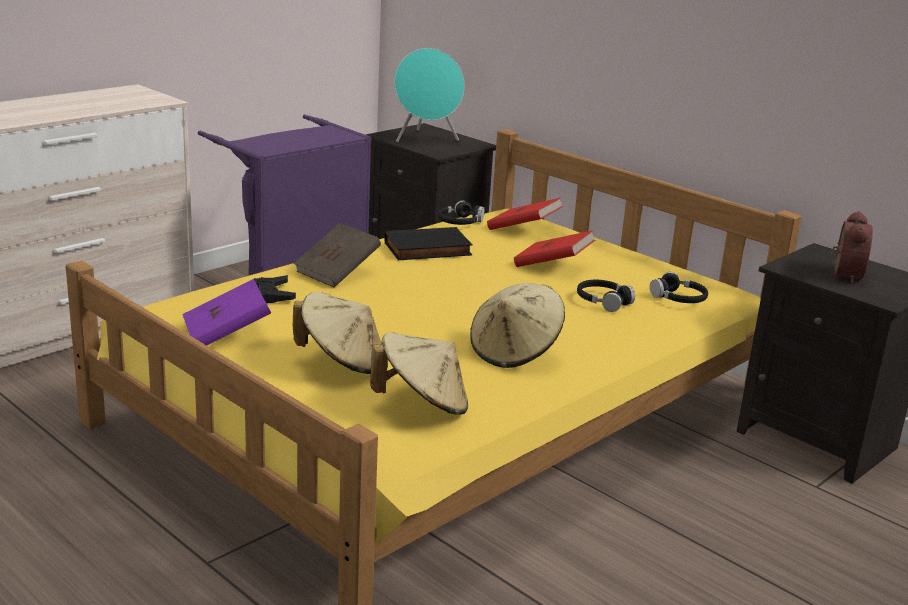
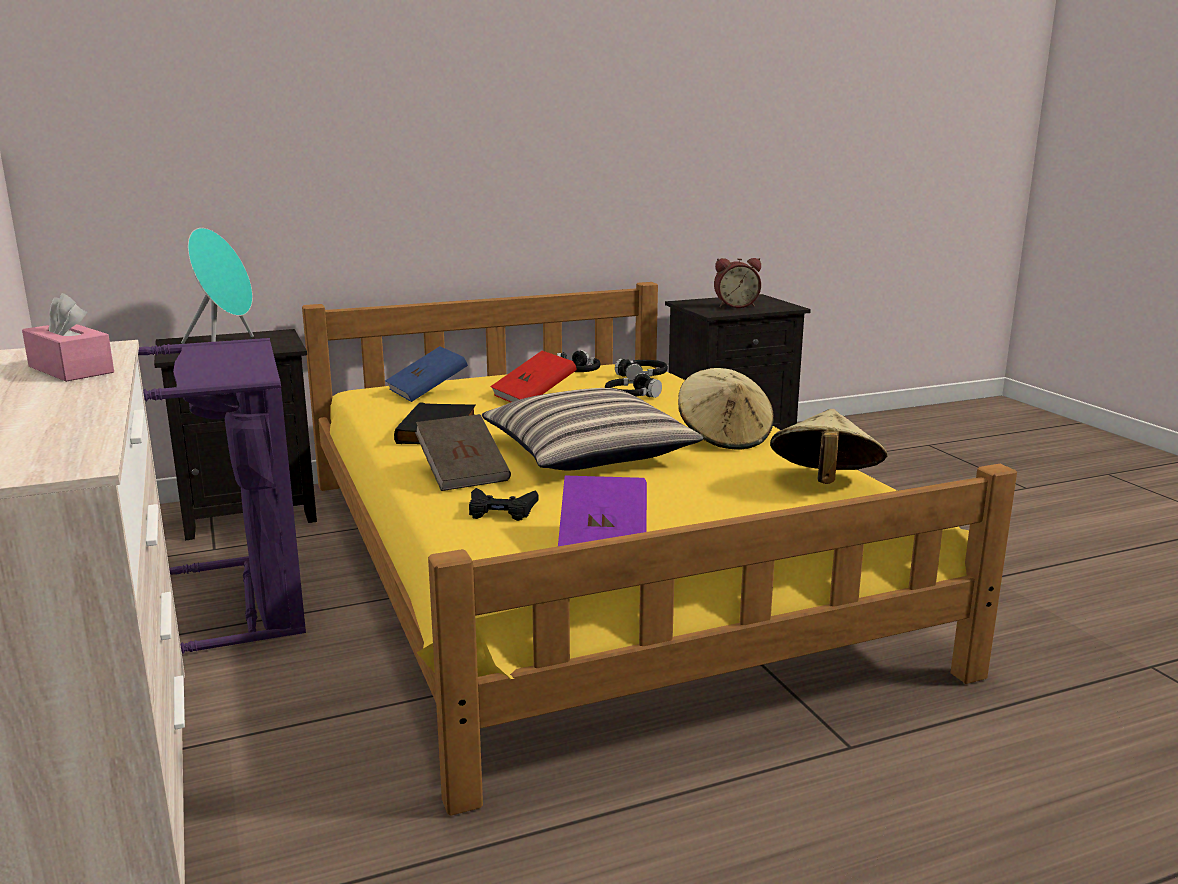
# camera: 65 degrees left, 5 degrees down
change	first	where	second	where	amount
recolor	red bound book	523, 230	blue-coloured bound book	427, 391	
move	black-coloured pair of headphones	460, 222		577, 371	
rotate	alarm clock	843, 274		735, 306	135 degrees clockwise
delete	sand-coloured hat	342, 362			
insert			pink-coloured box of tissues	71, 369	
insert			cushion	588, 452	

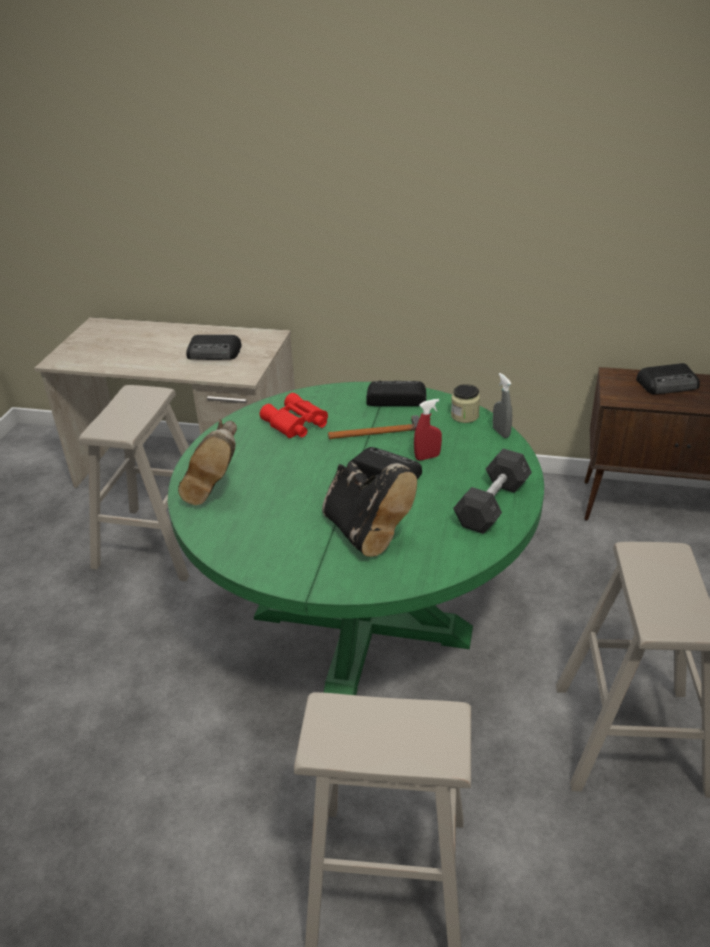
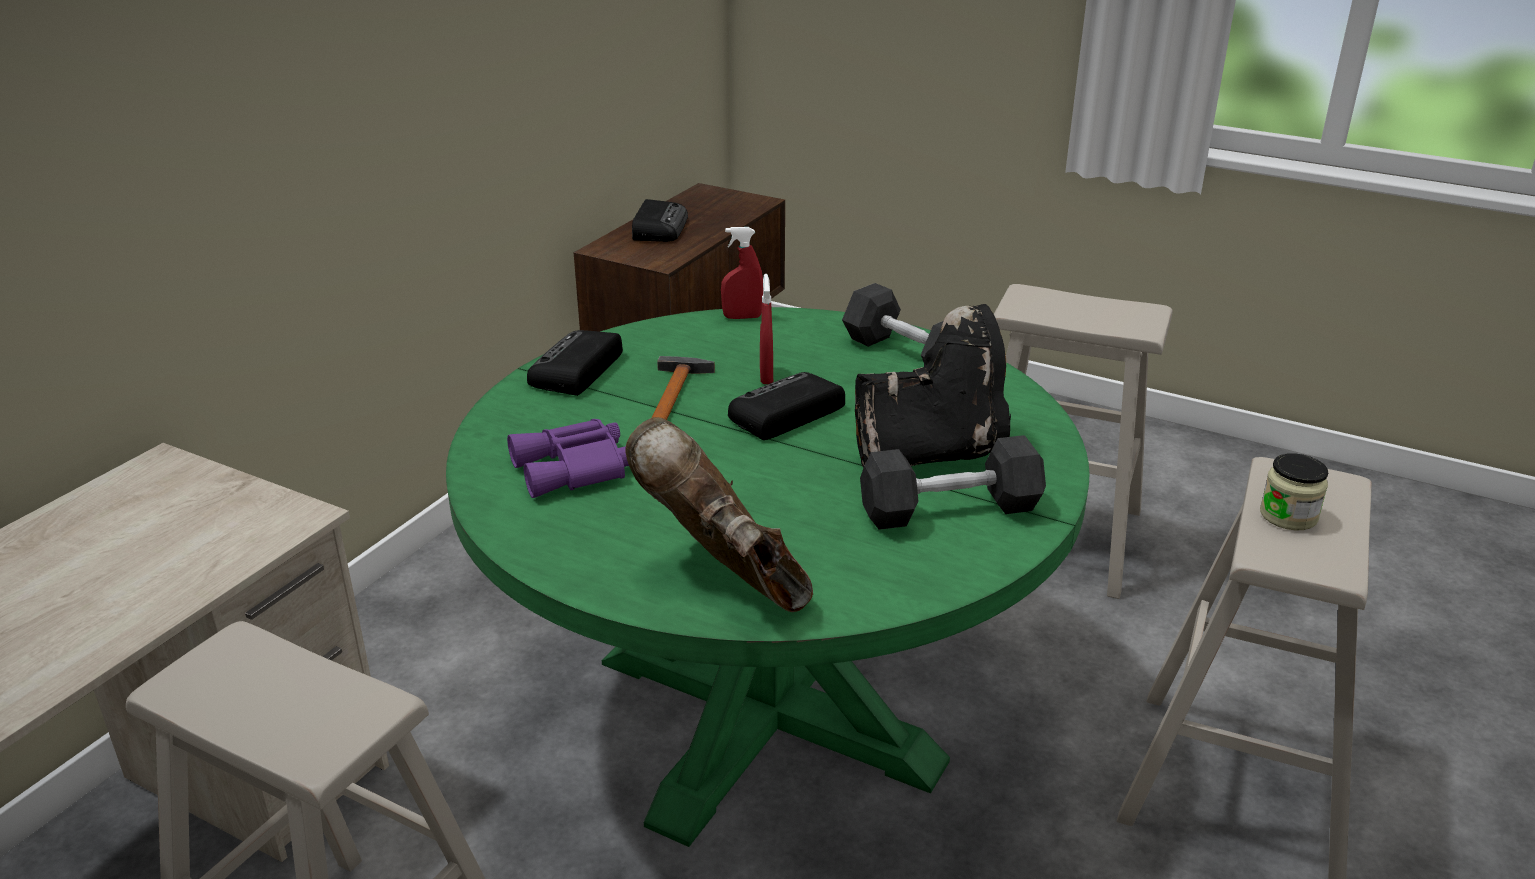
# camera: 75 degrees left, 5 degrees down
change	first	where	second	where	amount
delete	radio receiver	215, 353			
recolor	grey hand sprayer	501, 432	red hand sprayer	742, 317	
move	storage jar	464, 416		1288, 516	
recolor	red field glasses	295, 424	purplish field glasses	575, 469	
rotate	brown-coloured high-top boot	215, 487		725, 577	150 degrees counterclockwise
insert			grey free weight	950, 509	

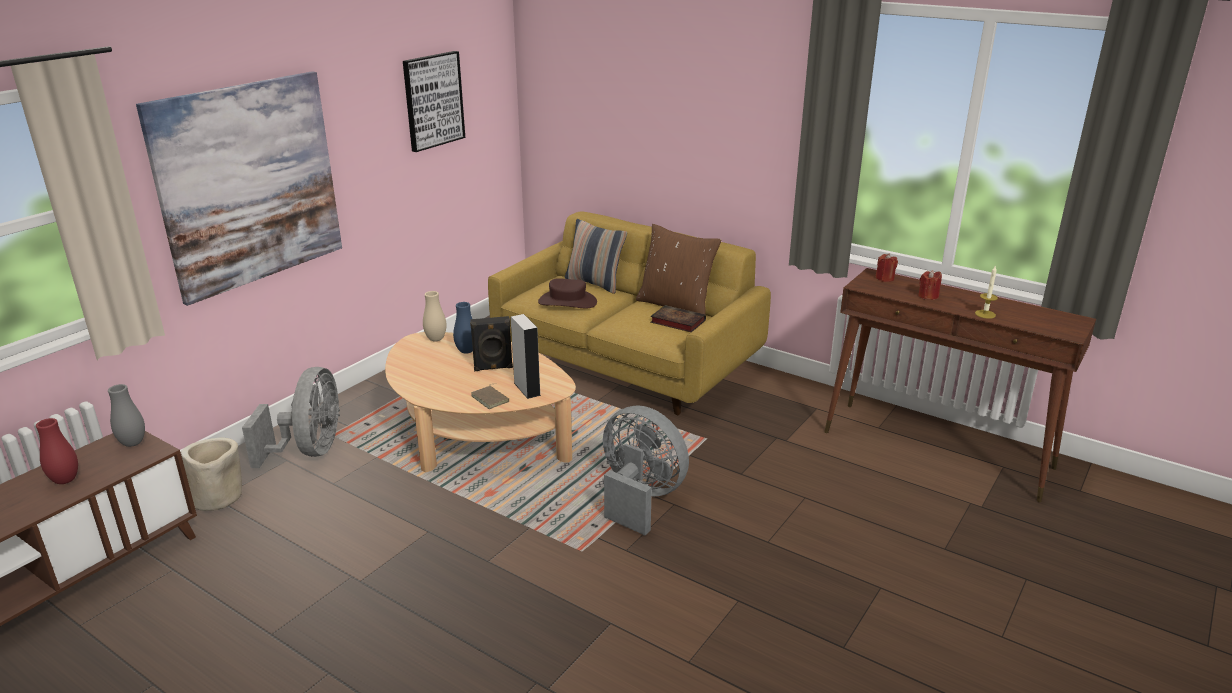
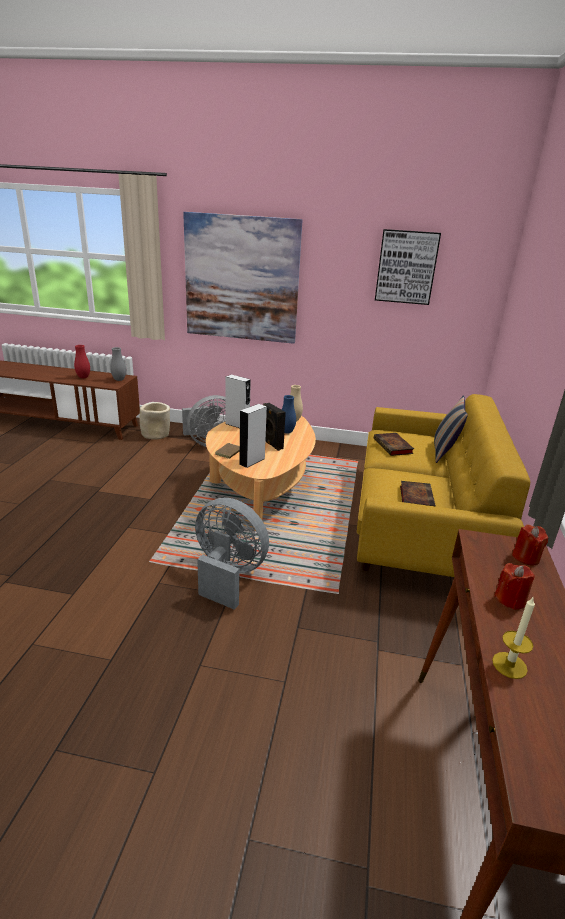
# camera: 65 degrees right, 0 degrees up
change	first	where	second	where	amount
delete	brown-coloured cushion	676, 305			
replace	brown-coloured hat	567, 302	bound book	393, 447	
rotate	grey cooling fan	640, 498		228, 575	75 degrees counterclockwise
insert			grey speaker	237, 425	

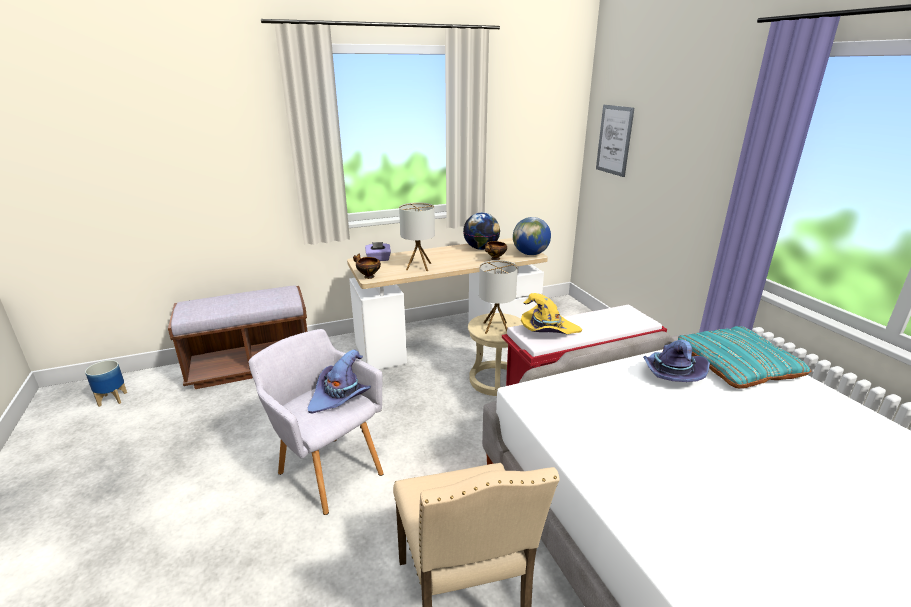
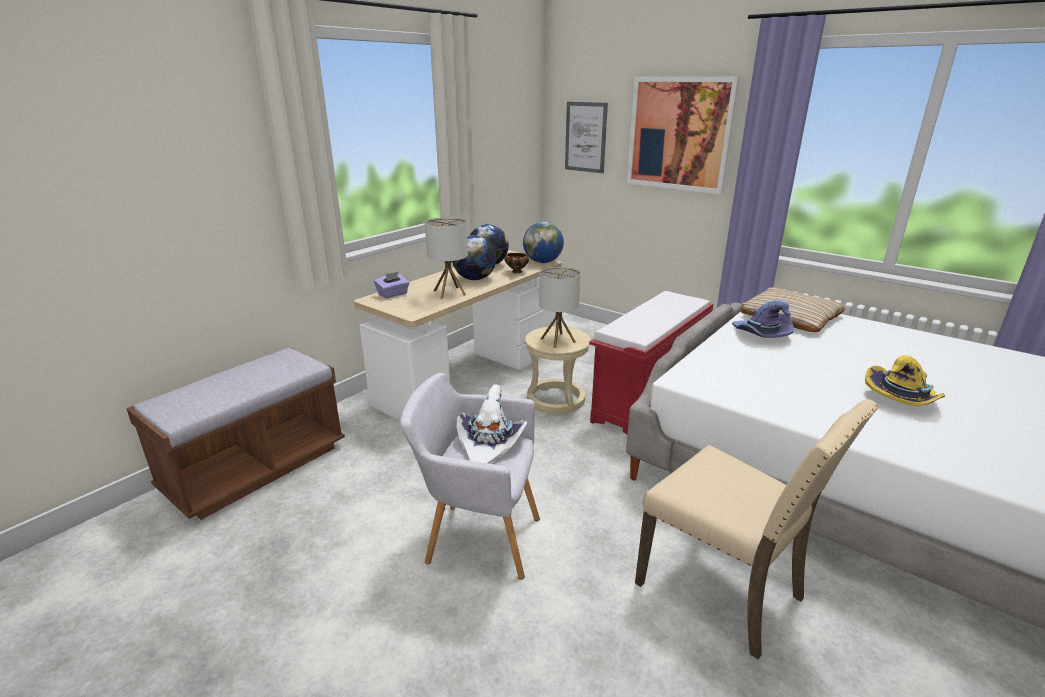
# camera: 30 degrees left, 0 degrees up
change	first	where	second	where	amount
delete	serving bowl	368, 277			
move	yellow-coloured hat	547, 330		901, 399	
recolor	turquoise-coloured cushion	737, 363	sand-coloured cushion	791, 316	
recolor	purplish hat	341, 396	white-coloured hat	490, 442	
delete	plant pot	112, 399			
insert			picture	679, 134	
insert			world globe	474, 279	

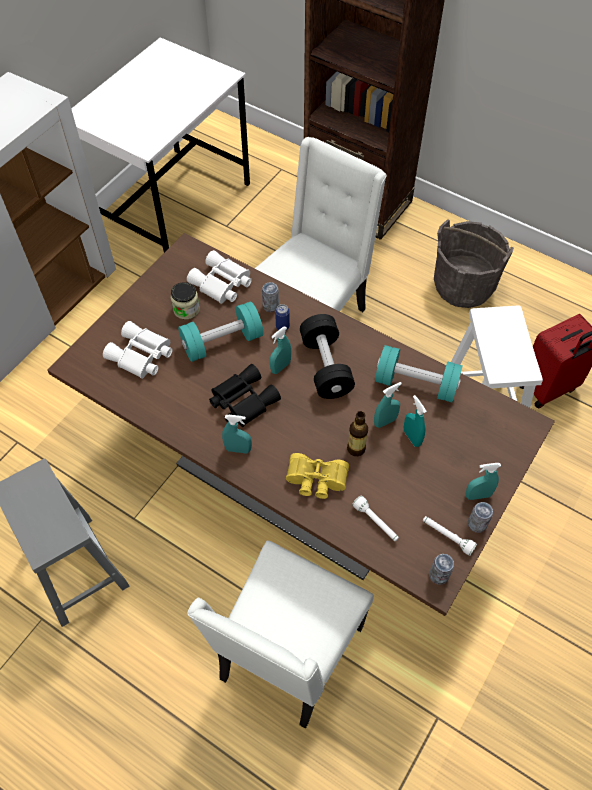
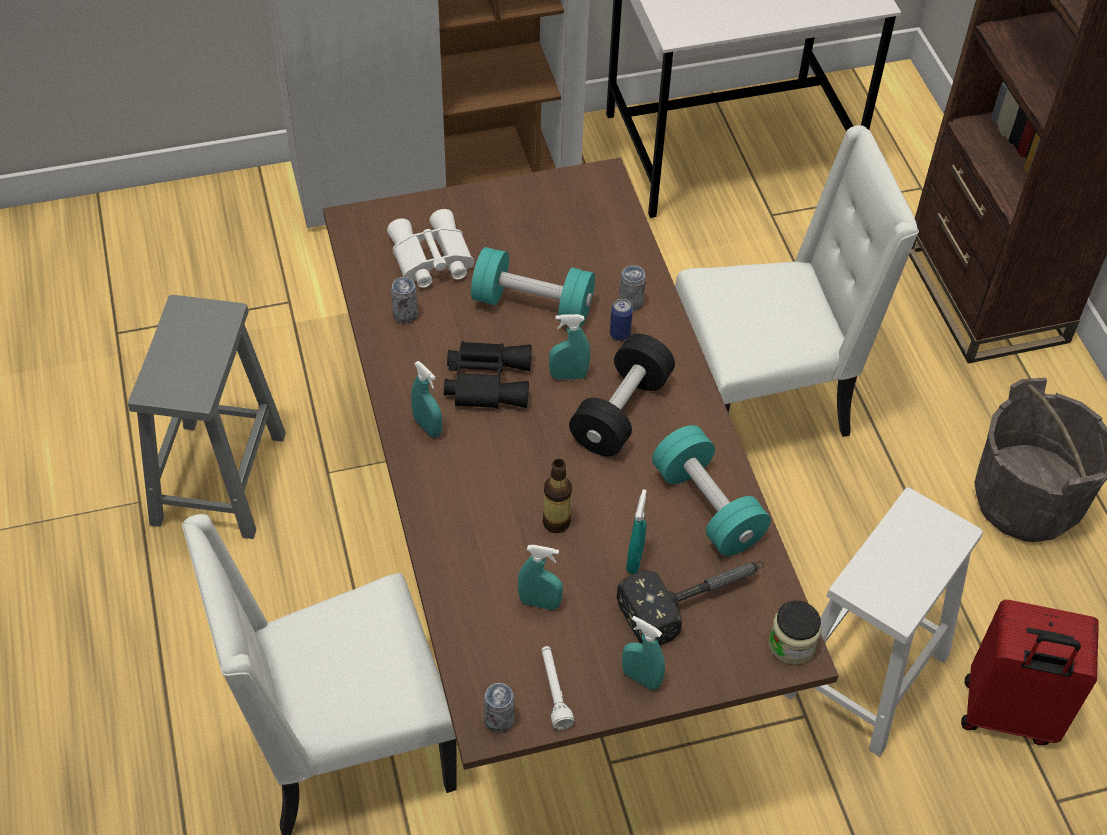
# camera: 40 degrees right, 5 degrees down
change	first	where	second	where	amount
delete	white-coloured field glasses	221, 284			
move	storage jar	186, 309		792, 644	
move	turquoise-coloured hand sprayer	385, 421		539, 603	
delete	yellow-coloured field glasses	316, 481			
delete	white-coloured torch	376, 522			
move	metal can	477, 524		405, 315	
insert			hammer	696, 600	

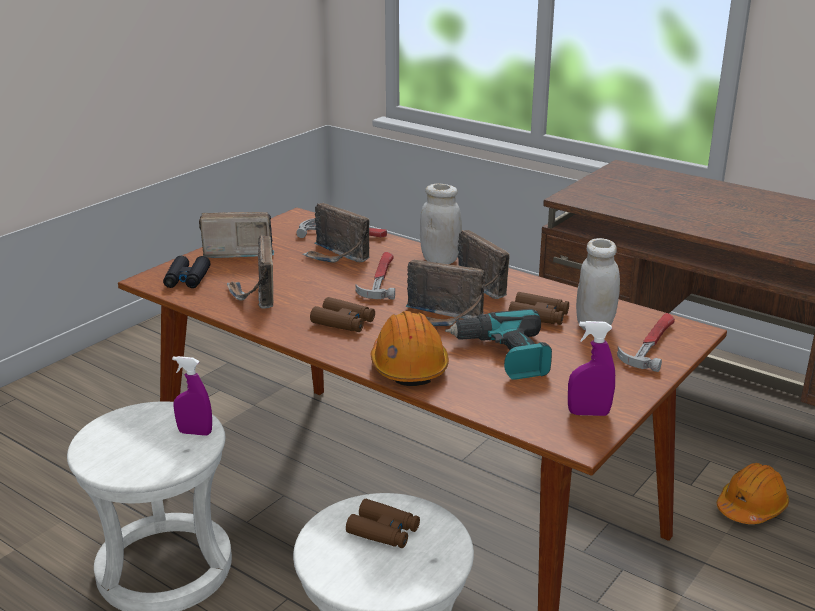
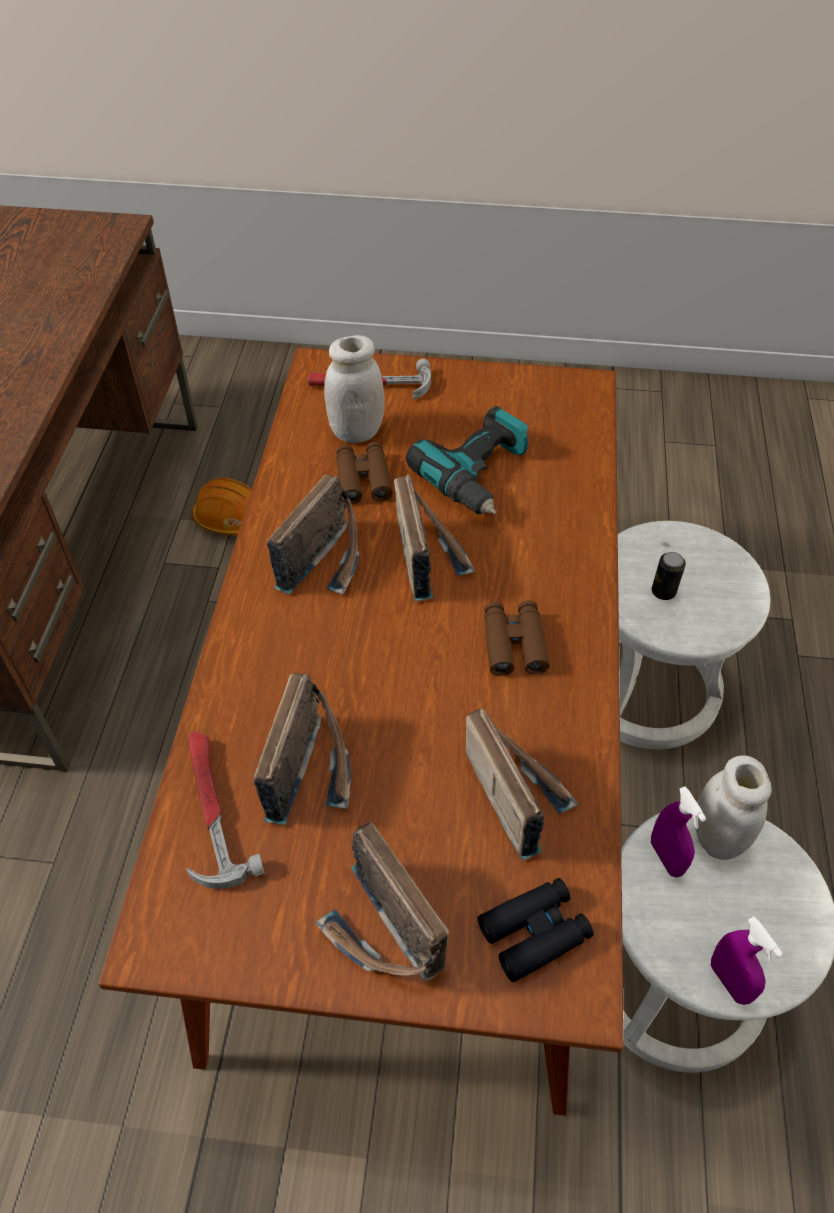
# camera: 120 degrees left, 25 degrees up
change	first	where	second	where	amount
move	white-coloured storage jar	440, 260		716, 837	
rotate	radio receiver	255, 295		516, 792	75 degrees counterclockwise
delete	hammer	380, 279			
delete	orange-coloured work helmet	408, 366			
move	purplish hand sprayer	588, 413		729, 981	
replace	brown-coloured field glasses	383, 531	metal can	663, 591	

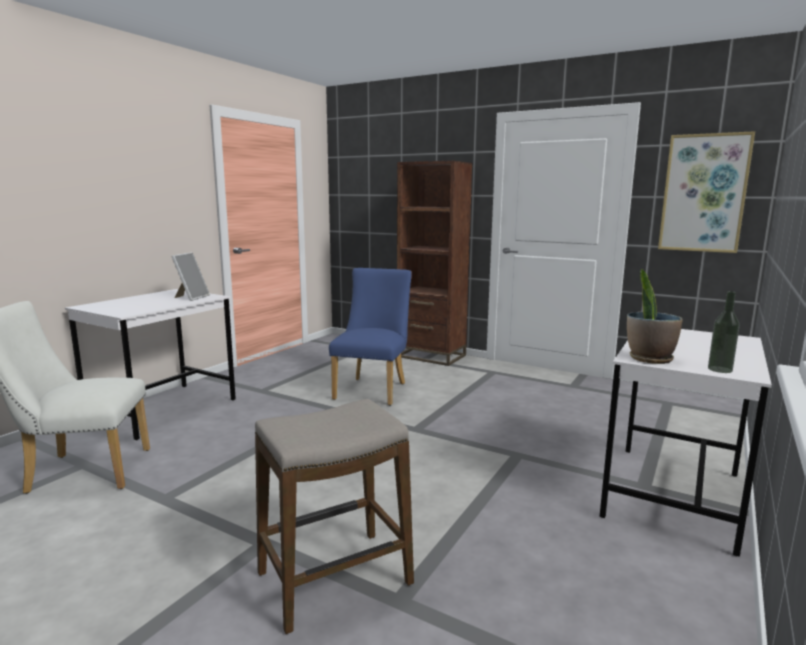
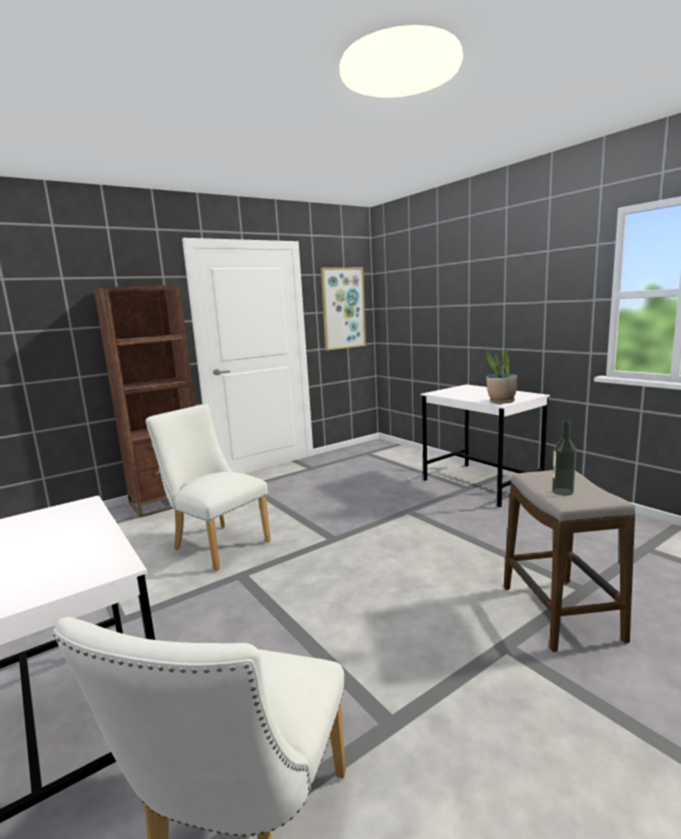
# camera: 65 degrees left, 0 degrees up
change	first	where	second	where	amount
delete	picture frame	191, 297			
recolor	blue-coloured chair	373, 389	white-coloured chair	217, 544	
move	drink bottle	720, 369		562, 492	

